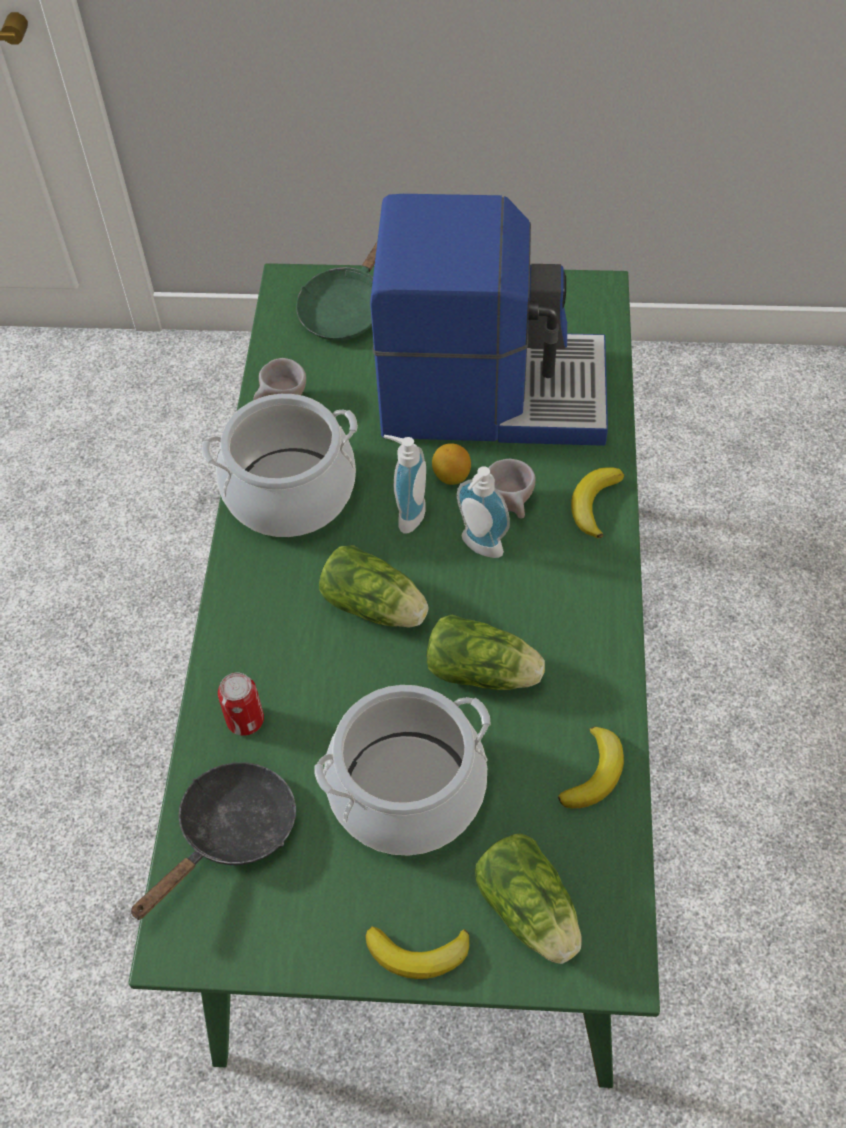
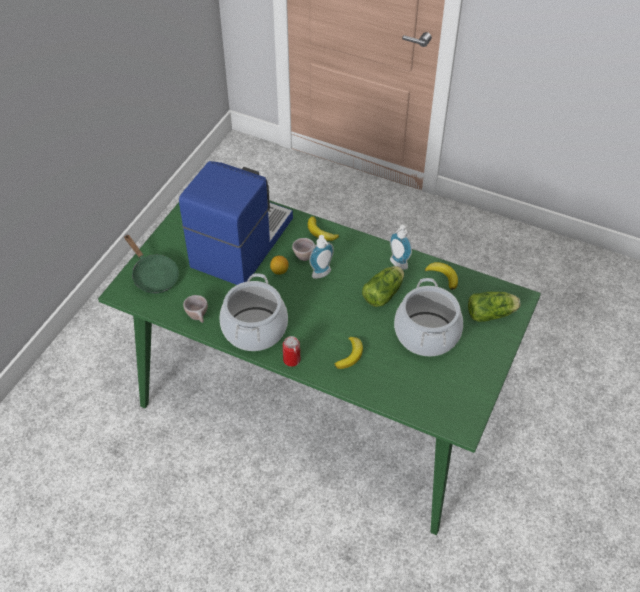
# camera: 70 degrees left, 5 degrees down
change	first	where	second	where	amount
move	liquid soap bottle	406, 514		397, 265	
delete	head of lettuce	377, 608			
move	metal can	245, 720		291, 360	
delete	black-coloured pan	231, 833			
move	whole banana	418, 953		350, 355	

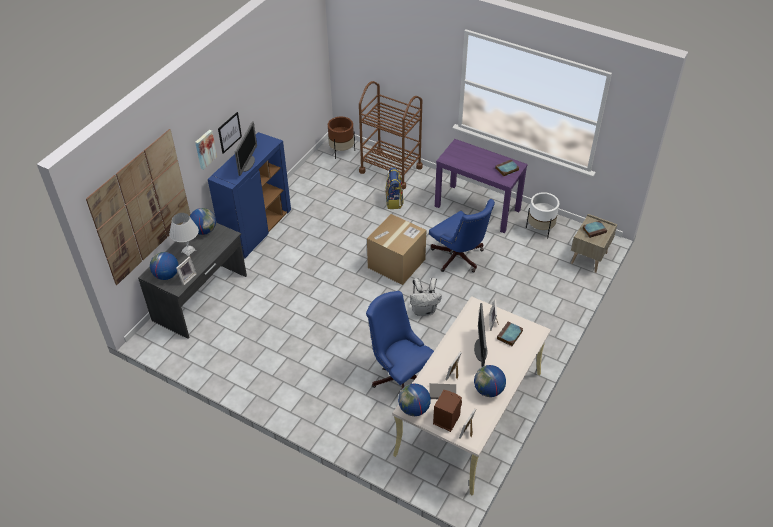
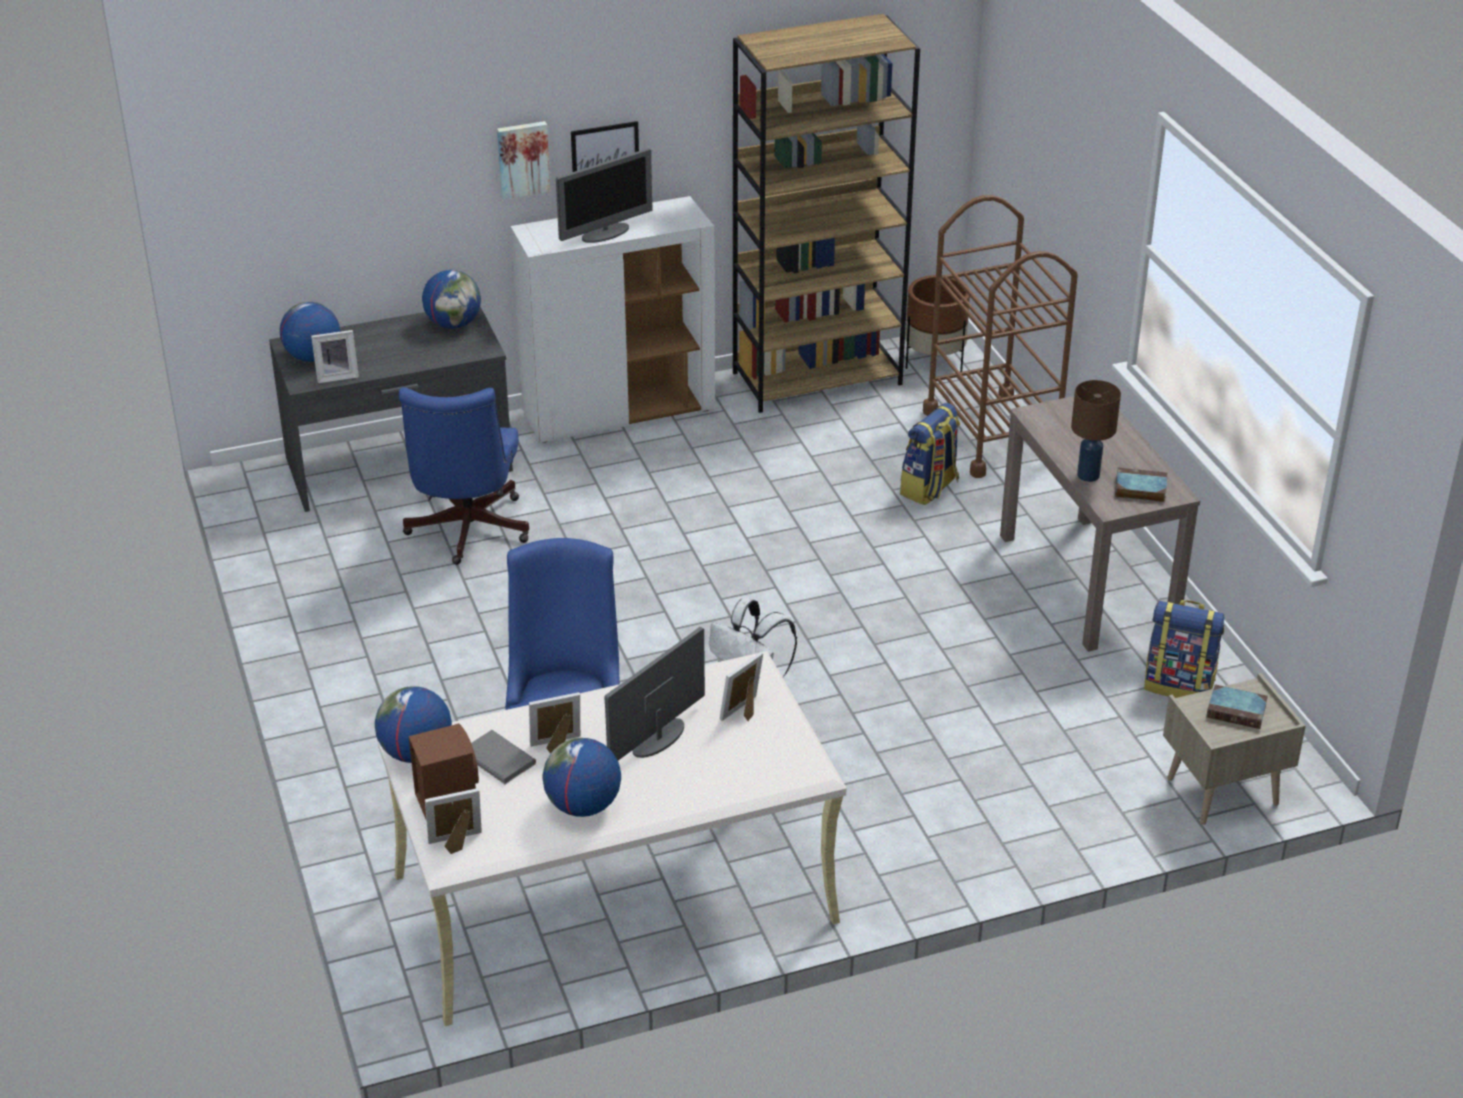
# camera: 40 degrees right, 10 degrees down
change	first	where	second	where	amount
delete	picture	141, 207			
recolor	blue-coloured storage cabinet	257, 229	white-coloured storage cabinet	619, 412	
recolor	purplish narrow table	477, 208	brown-coloured narrow table	1088, 582	
replace	white-coloured plant pot	540, 229	backpack	1179, 685	
move	blue-coloured desk chair	459, 258		466, 532	
delete	white-coloured table lamp	188, 251			
delete	carton	396, 263			
delete	bound book	509, 335			
insert			brown-coloured bookshelf	818, 378	
insert			brown-coloured table lamp	1088, 476	

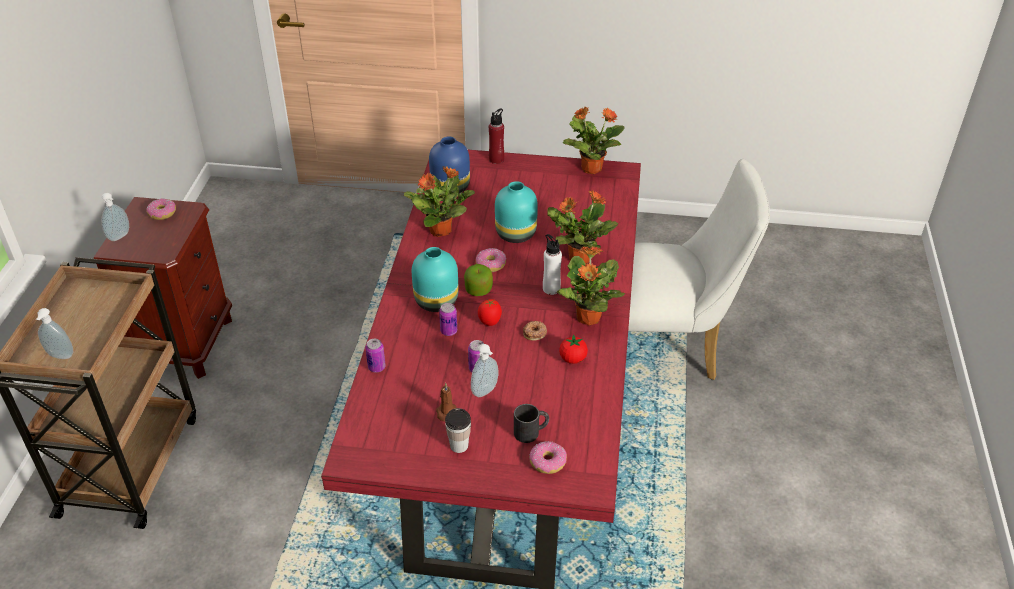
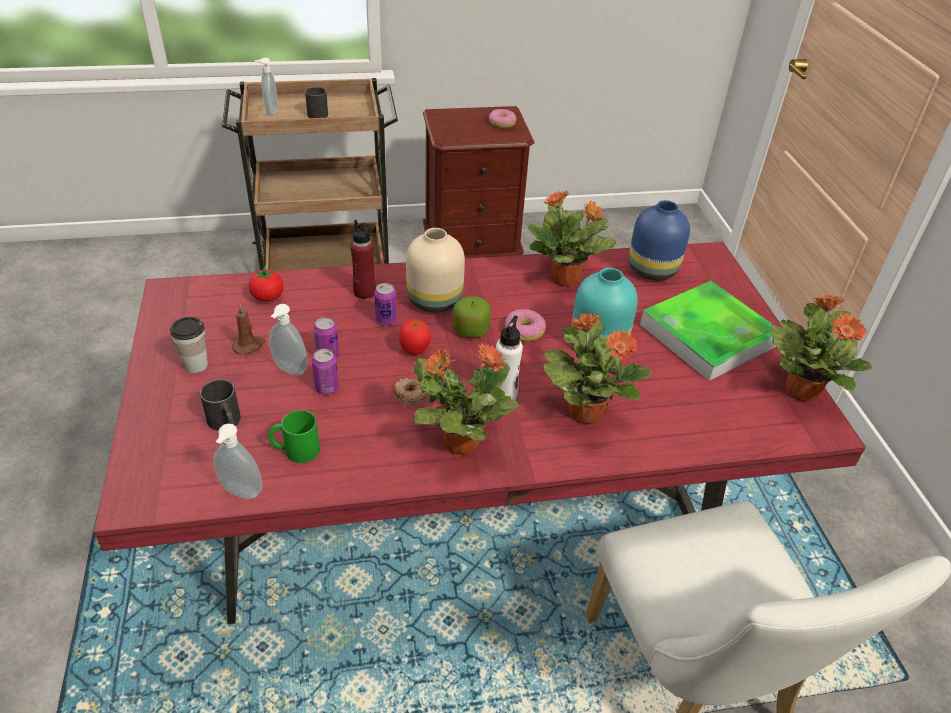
# camera: 70 degrees right, 0 degrees up
change	first	where	second	where	amount
move	red drink bottle	496, 159		365, 292	
move	liquid soap bottle	120, 237		240, 493	
recolor	turquoise-coloured flower vase	435, 301	sand-coloured flower vase	434, 300	
move	tomato	572, 359		268, 297	
move	metal can	376, 367		327, 388	
delete	donut	547, 462			
insert			black-coloured coffee mug	315, 113	
insert			serving tray	707, 335	
insert			greenish coffee mug	295, 450	

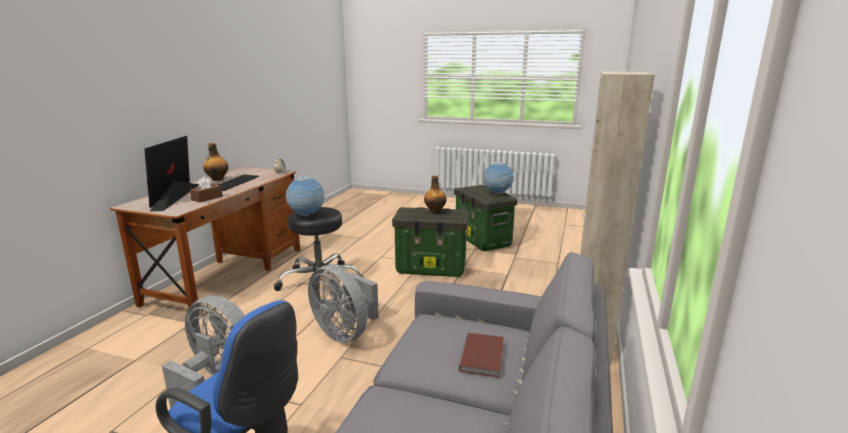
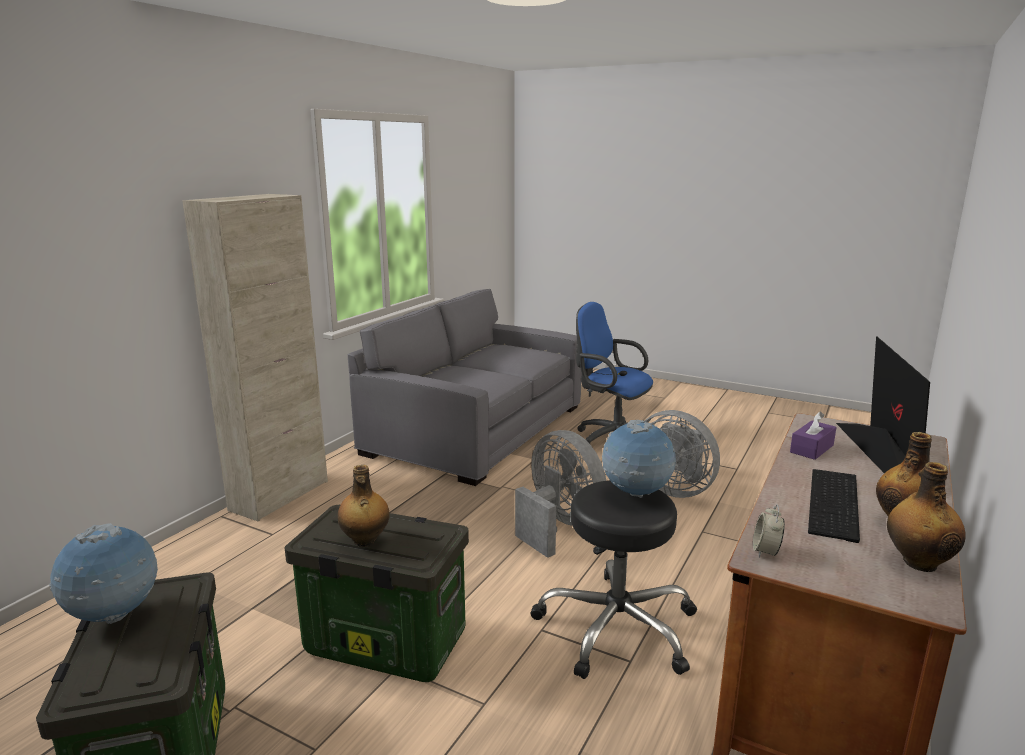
# camera: 170 degrees left, 0 degrees up
change	first	where	second	where	amount
recolor	brown-coloured box of tissues	207, 198	purplish box of tissues	811, 449	
delete	brown-coloured bound book	483, 356			
insert			drink bottle	918, 562	

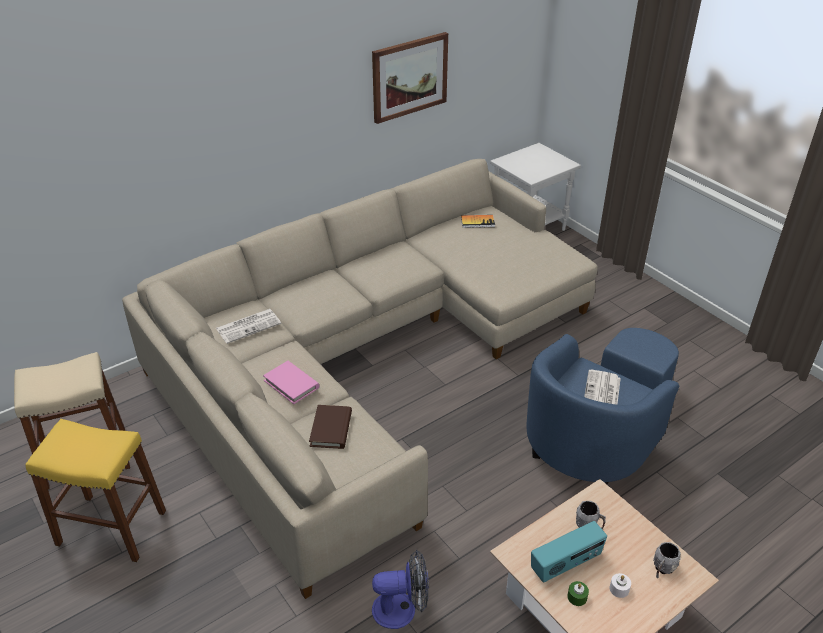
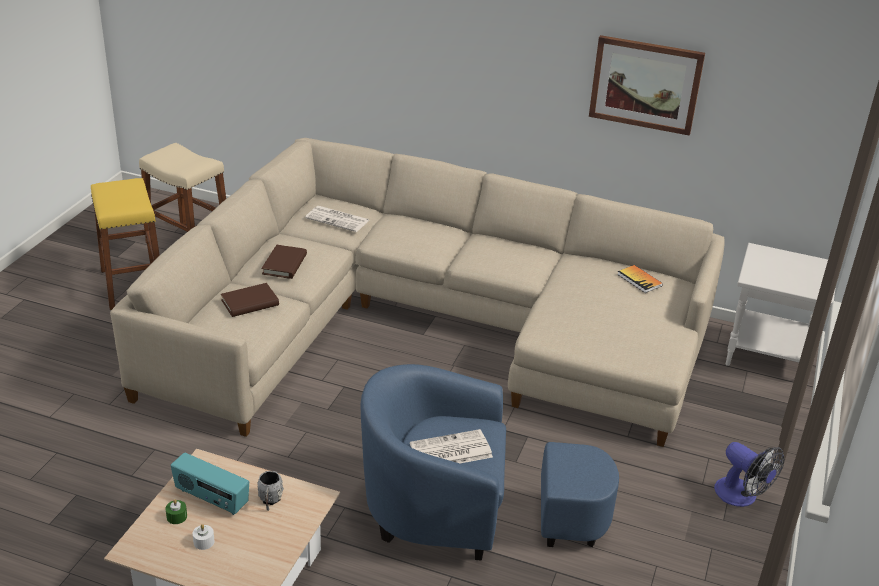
# camera: 55 degrees right, 5 degrees down
change	first	where	second	where	amount
recolor	pink-coloured bound book	291, 384	brown-coloured bound book	284, 264	
delete	grey coffee mug	662, 569			
move	cooling fan	402, 609		742, 496	

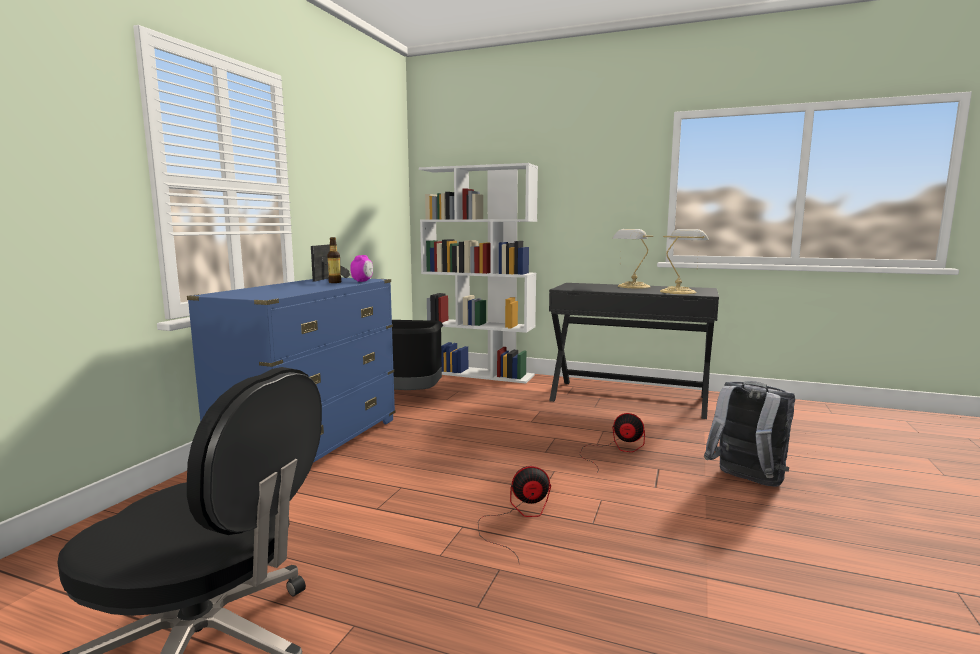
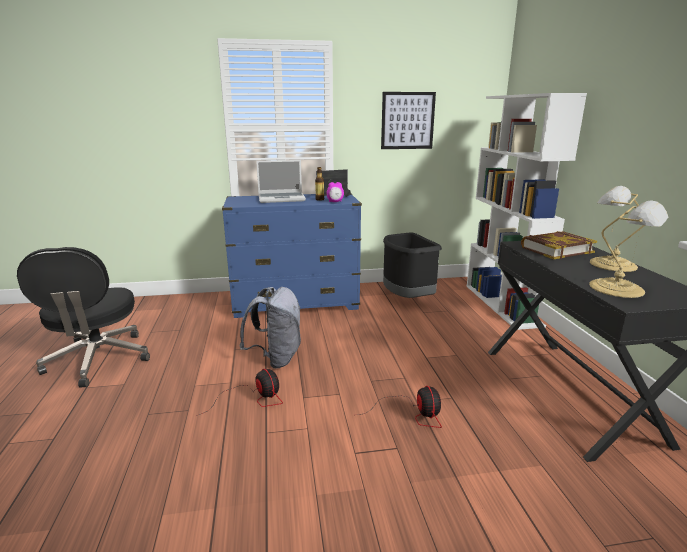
# camera: 60 degrees right, 10 degrees up
change	first	where	second	where	amount
move	grey backpack	746, 481		276, 358	
insert			picture	407, 121	
insert			portable computer	282, 198	
insert			bound book	556, 249	

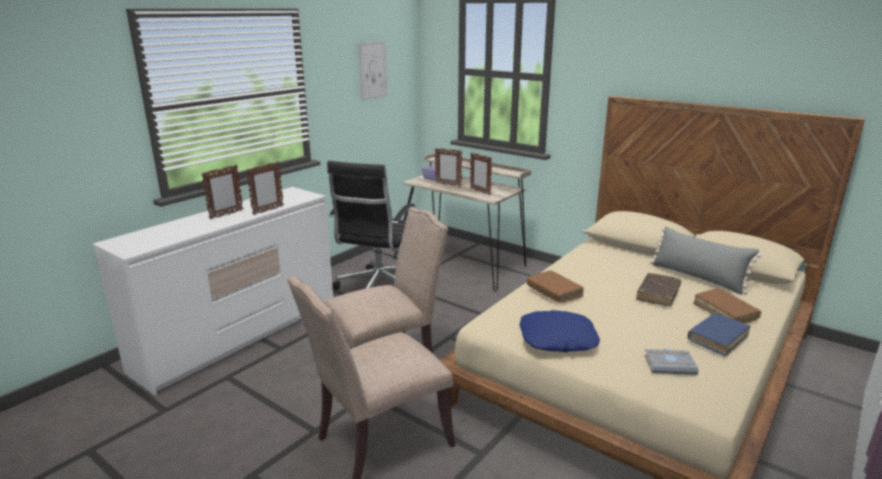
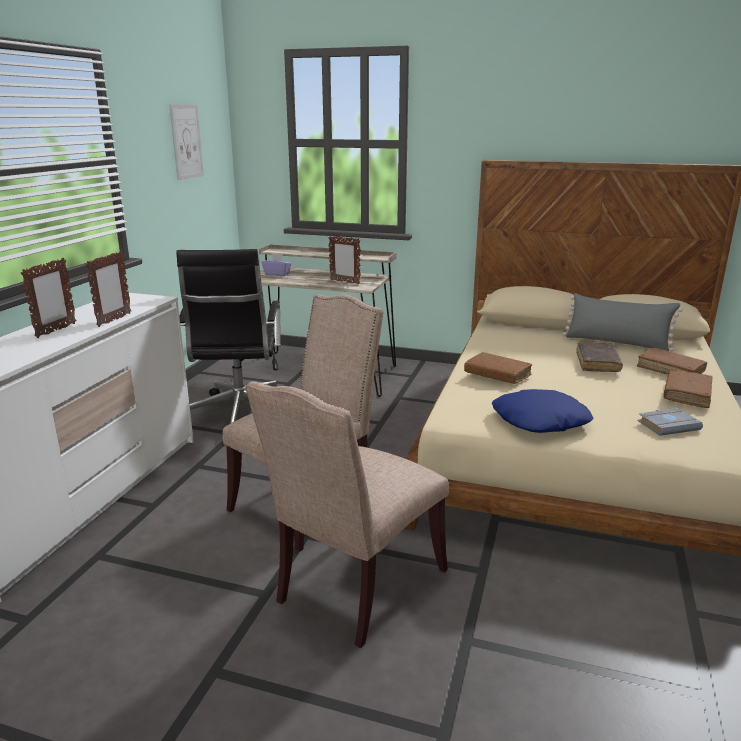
# camera: 20 degrees left, 0 degrees up
change	first	where	second	where	amount
delete	picture frame	448, 184			
recolor	blue-coloured bound book	717, 339	brown-coloured bound book	686, 394	

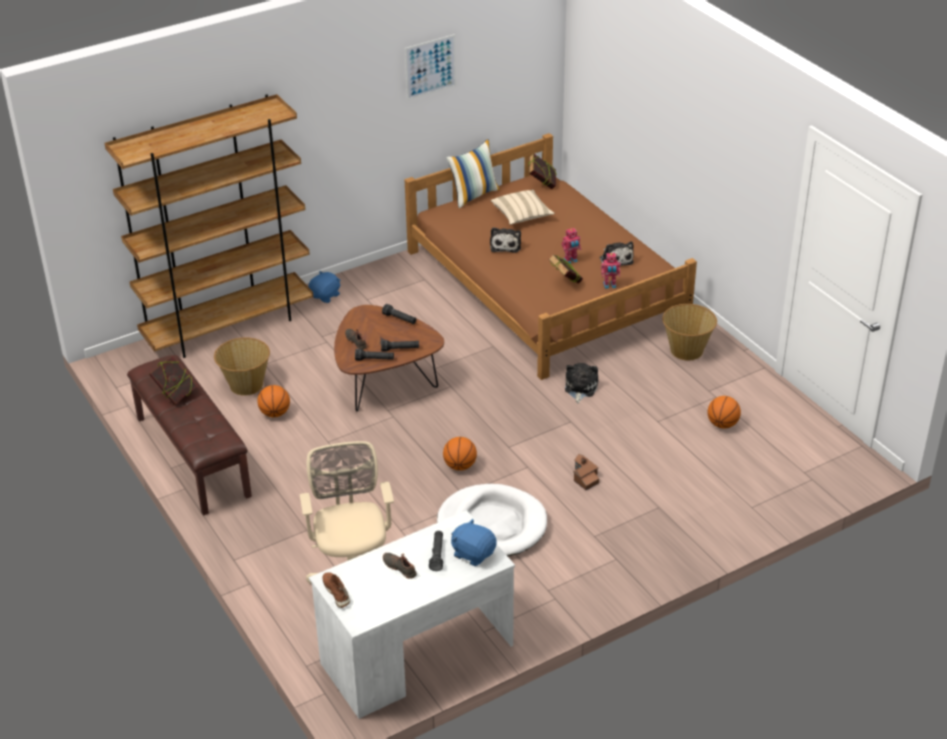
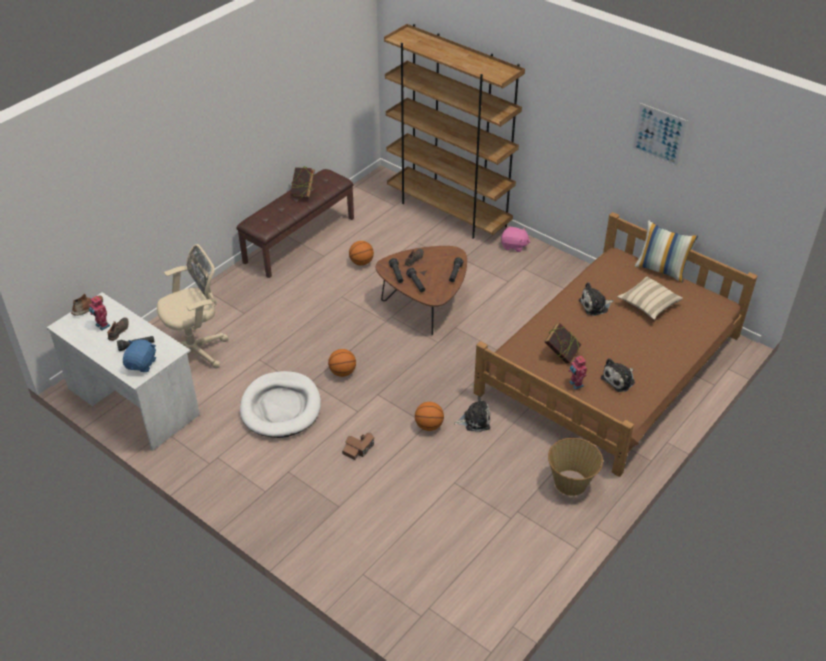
# camera: 70 degrees right, 5 degrees up
change	first	where	second	where	amount
delete	bound book	542, 185			
move	model robot	571, 261		102, 326	
recolor	blue-coloured plush toy	325, 296	pink-coloured plush toy	514, 246	
delete	household basket	245, 385			
move	basketball	722, 424		429, 426	

